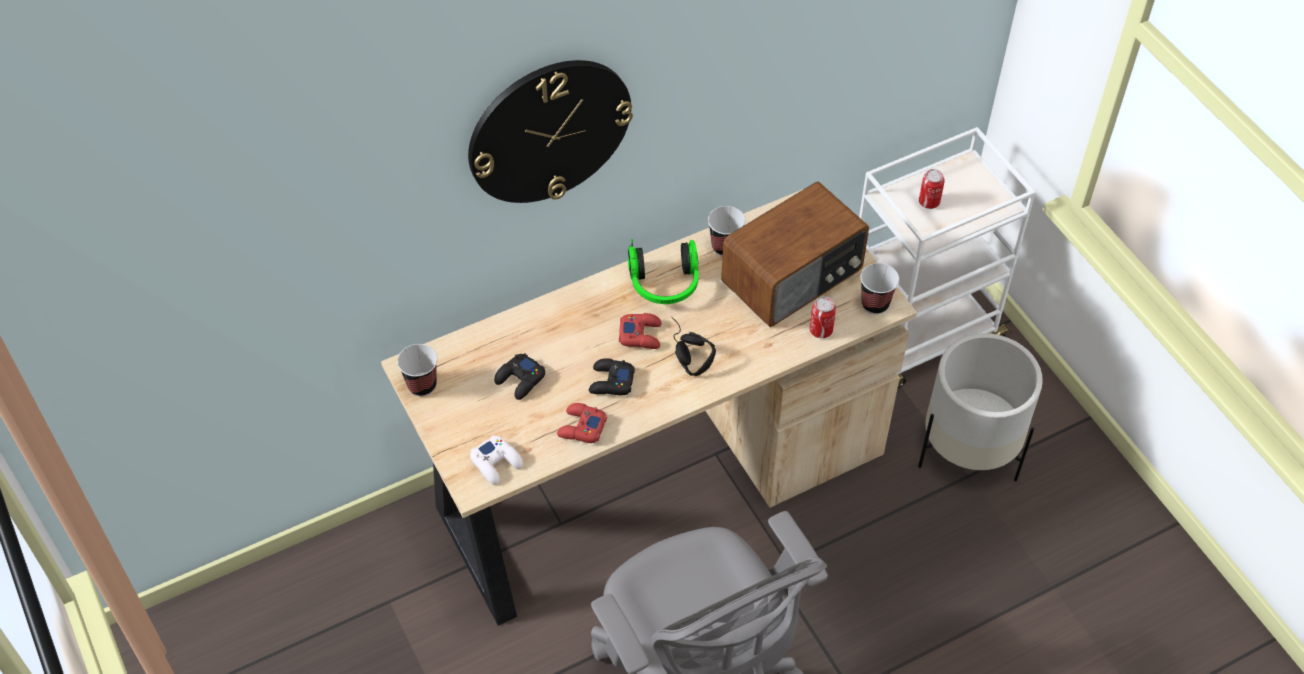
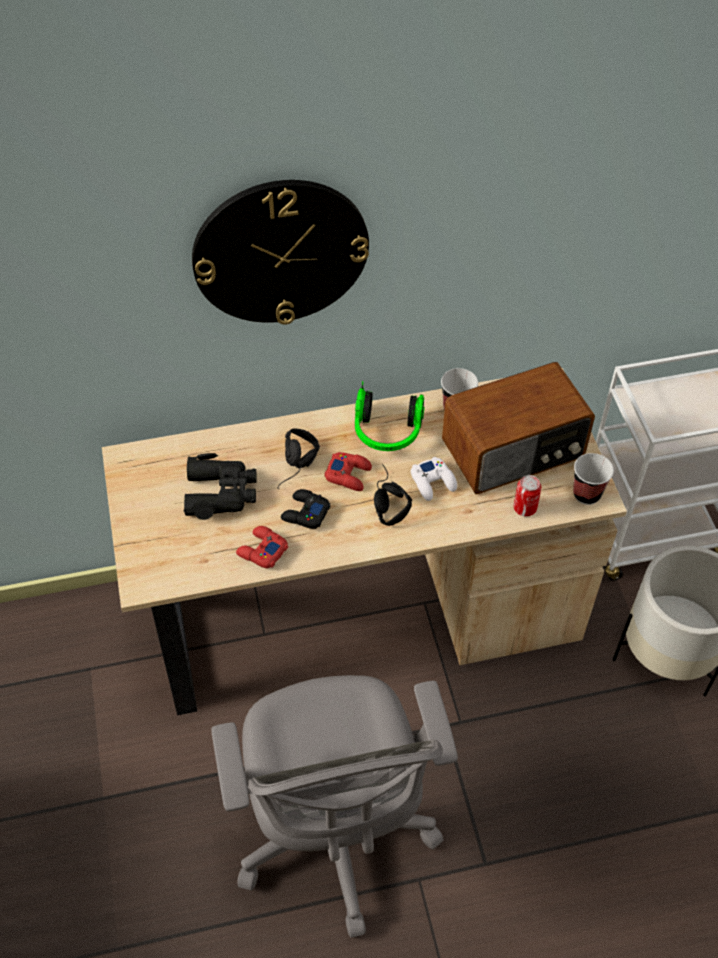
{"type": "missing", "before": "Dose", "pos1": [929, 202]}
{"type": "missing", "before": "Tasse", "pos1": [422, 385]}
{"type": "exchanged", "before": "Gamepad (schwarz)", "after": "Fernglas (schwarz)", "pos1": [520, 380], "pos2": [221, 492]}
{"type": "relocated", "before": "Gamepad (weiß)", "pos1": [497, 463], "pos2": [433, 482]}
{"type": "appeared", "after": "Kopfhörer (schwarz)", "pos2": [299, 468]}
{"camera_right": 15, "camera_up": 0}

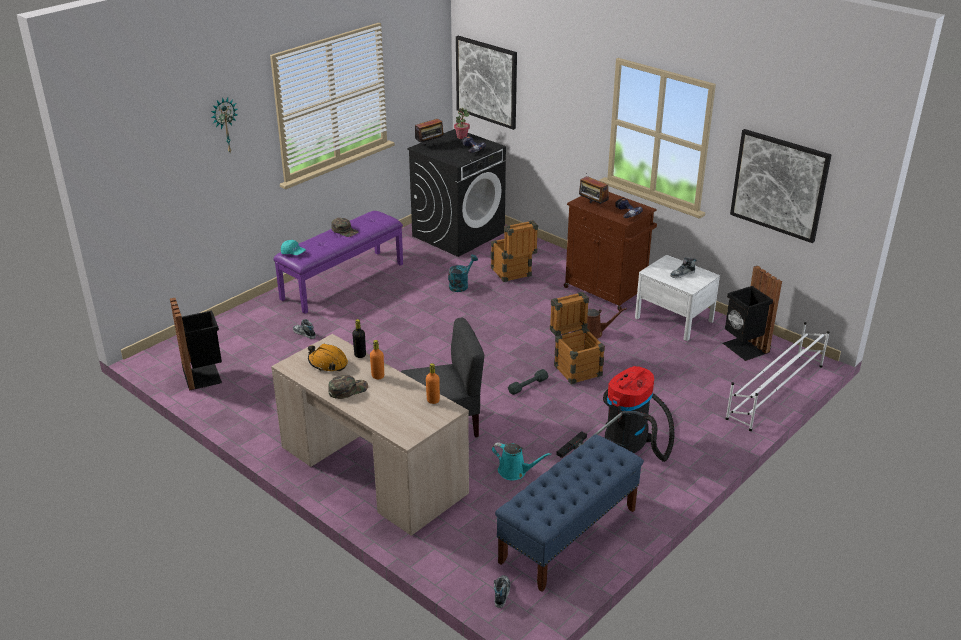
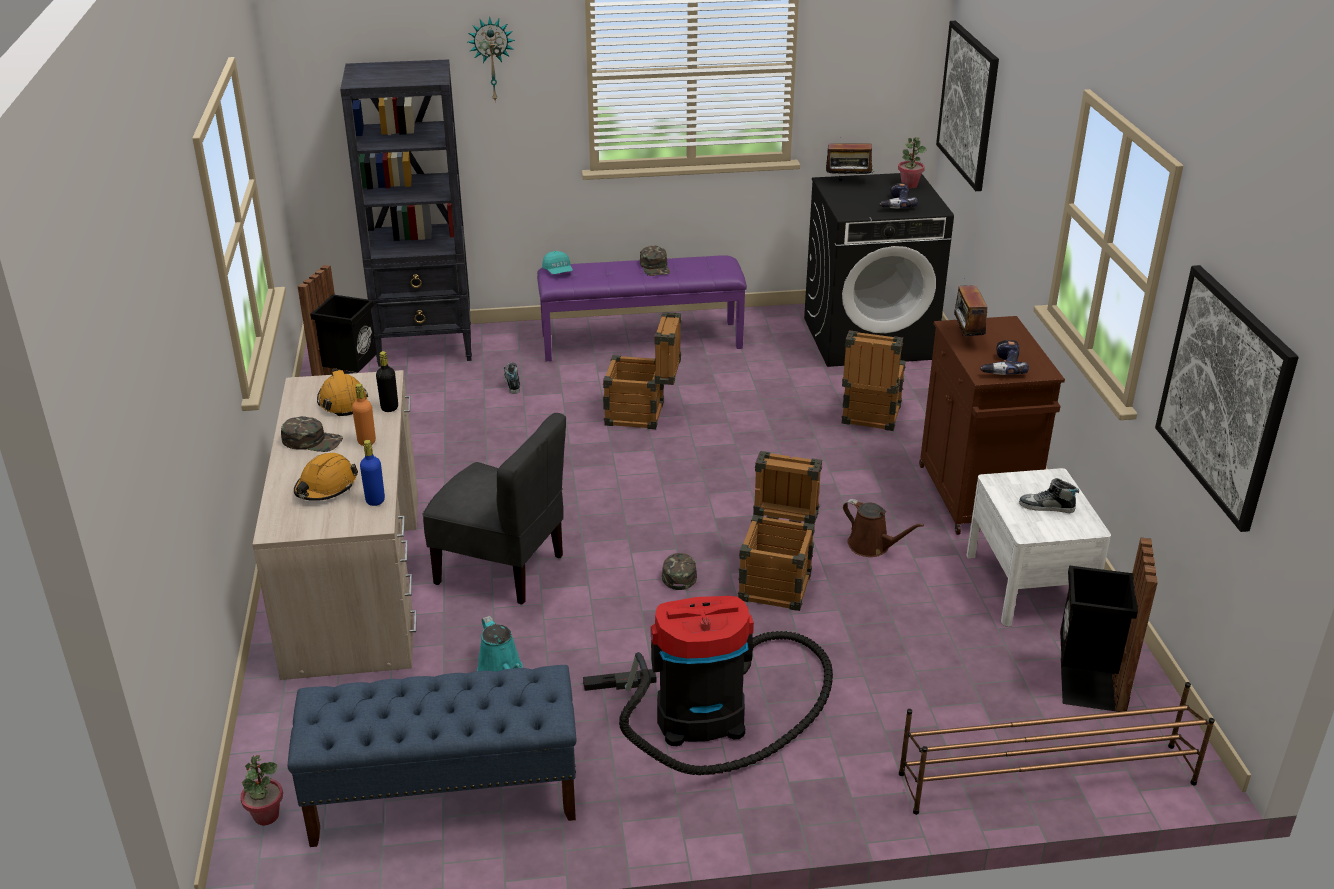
{"type": "missing", "before": "Gießkanne (türkis)", "pos1": [461, 285]}
{"type": "colour", "before": "Schuhregal (weiß)", "after": "Schuhregal (braun)", "pos1": [774, 392], "pos2": [1045, 778]}
{"type": "colour", "before": "Flasche (orange)", "after": "Flasche (blau)", "pos1": [433, 400], "pos2": [375, 500]}
{"type": "exchanged", "before": "Hantel (grau)", "after": "Kappe (grün)", "pos1": [528, 386], "pos2": [678, 573]}
{"type": "exchanged", "before": "Schuh", "after": "Topfpflanze", "pos1": [501, 593], "pos2": [266, 816]}
{"type": "appeared", "after": "Bücherregal (schwarz)", "pos2": [426, 346]}
{"type": "appeared", "after": "Kiste", "pos2": [643, 415]}
{"type": "appeared", "after": "Schutzhelm (orange)", "pos2": [326, 487]}
{"camera_right": 40, "camera_up": 0}

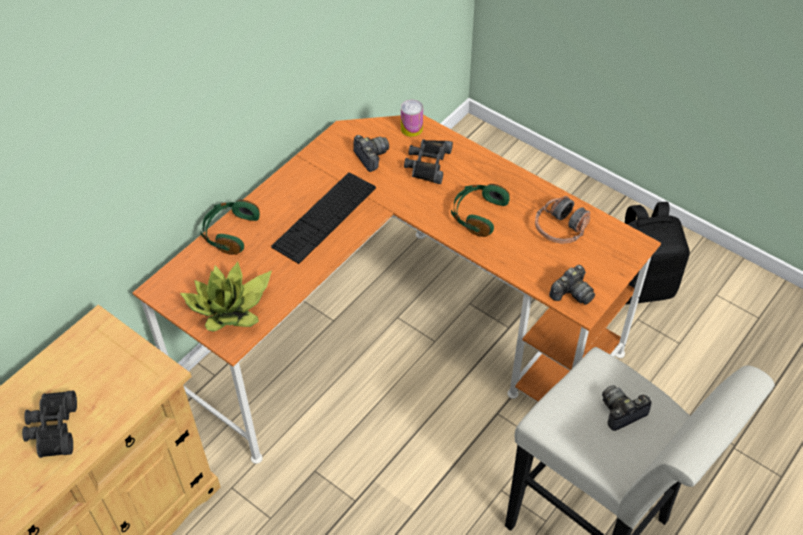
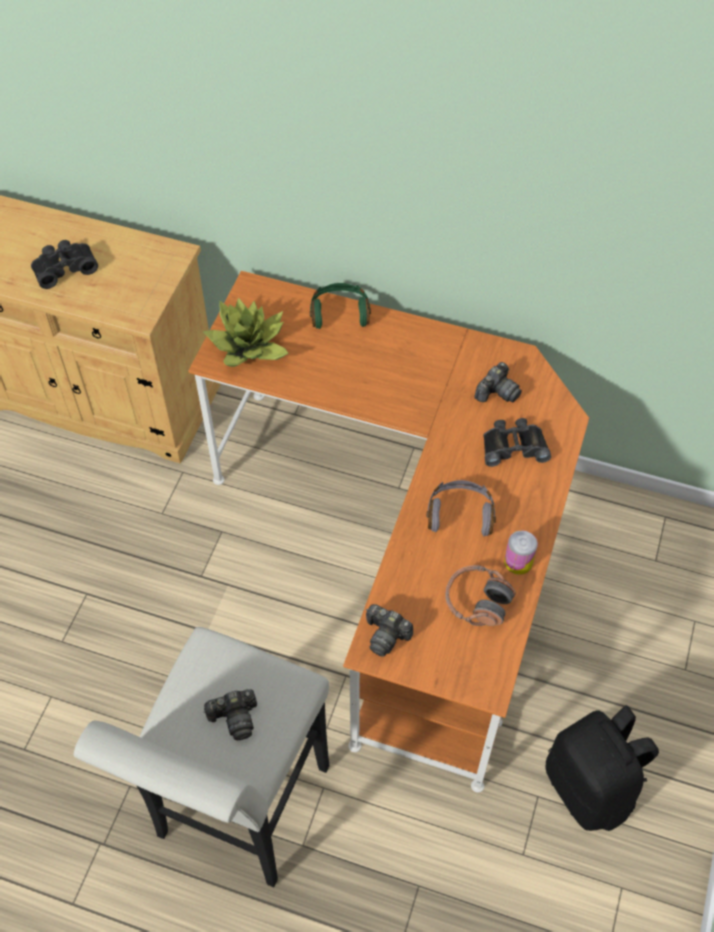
{"type": "relocated", "before": "Dose", "pos1": [411, 129], "pos2": [518, 562]}
{"type": "missing", "before": "Tastatur", "pos1": [324, 217]}
{"type": "colour", "before": "Kopfhörer (grün)", "after": "Kopfhörer (grau)", "pos1": [477, 214], "pos2": [460, 514]}
{"type": "spun", "before": "Kamera", "pos1": [622, 412], "pos2": [234, 718], "turn": 120}
{"camera_right": 70, "camera_up": 5}

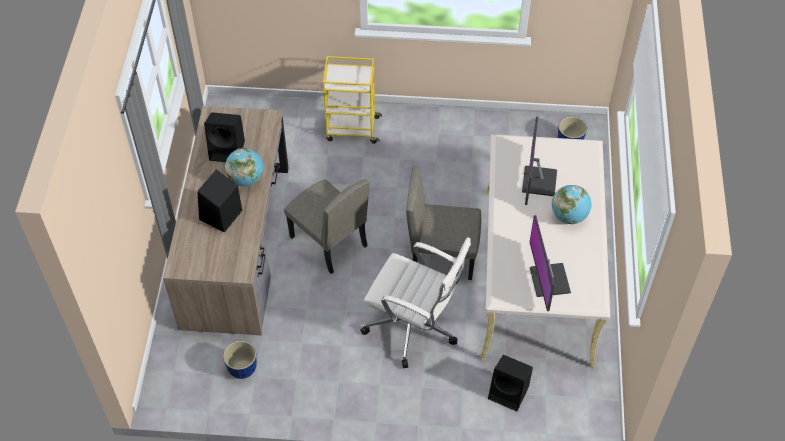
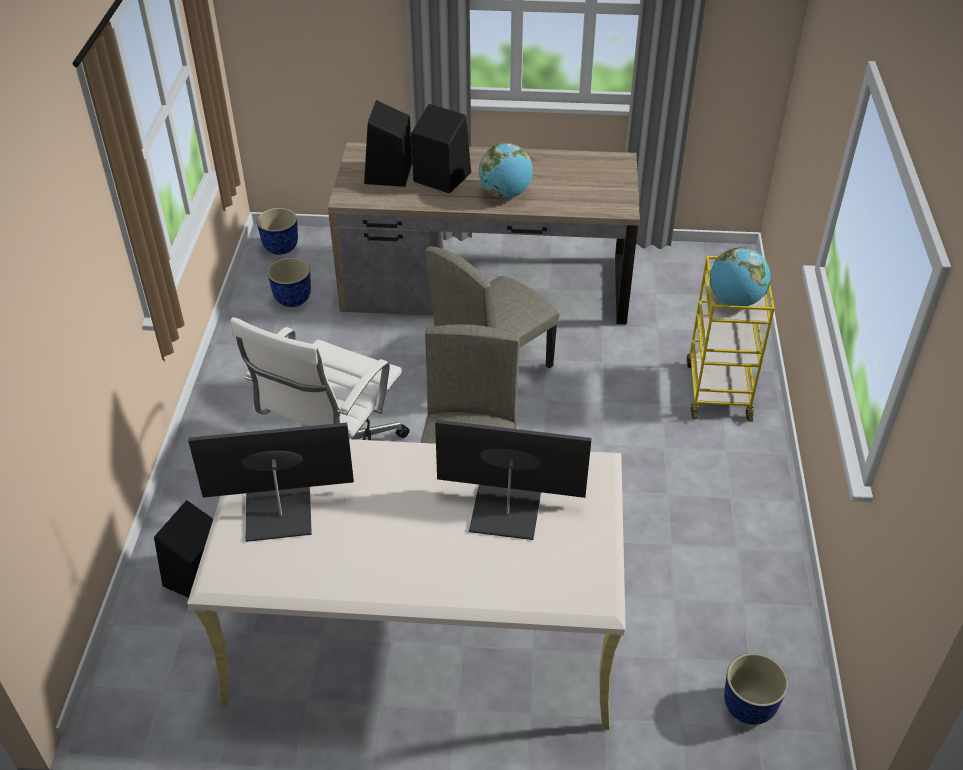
{"type": "relocated", "before": "Lautsprecher (schwarz)", "pos1": [228, 150], "pos2": [388, 174]}
{"type": "relocated", "before": "Globus", "pos1": [569, 216], "pos2": [735, 301]}
{"type": "appeared", "after": "Pflanzkübel", "pos2": [281, 247]}
{"camera_right": 90, "camera_up": -10}

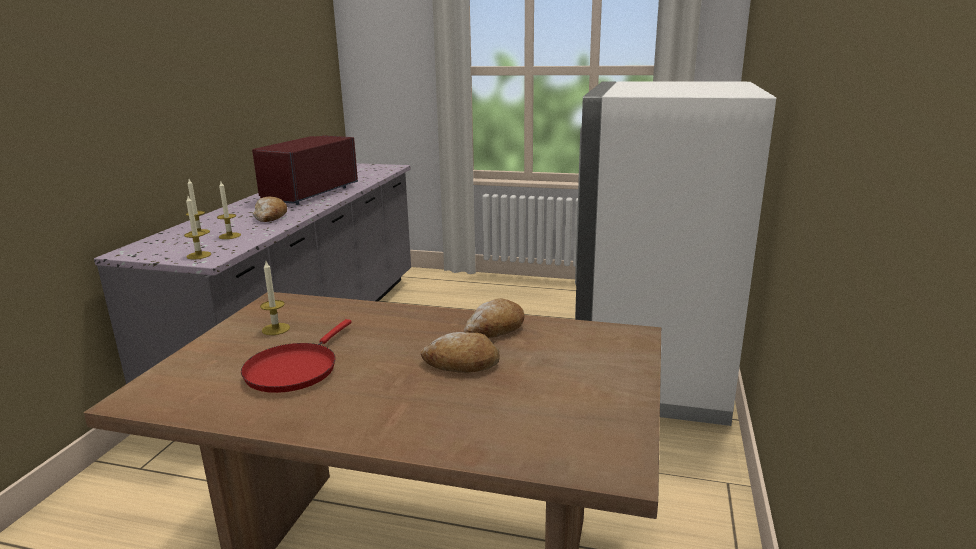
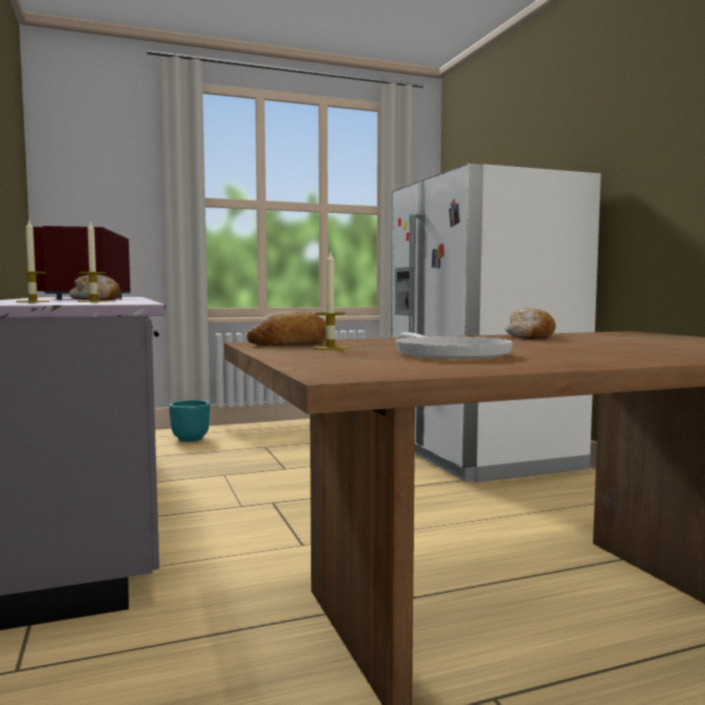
{"type": "missing", "before": "Kerze", "pos1": [199, 255]}
{"type": "colour", "before": "Pfanne (rot)", "after": "Pfanne (weiß)", "pos1": [294, 369], "pos2": [448, 354]}
{"type": "relocated", "before": "Brot", "pos1": [461, 363], "pos2": [291, 343]}
{"type": "appeared", "after": "Pflanzkübel (türkis)", "pos2": [190, 439]}
{"camera_right": -35, "camera_up": -15}

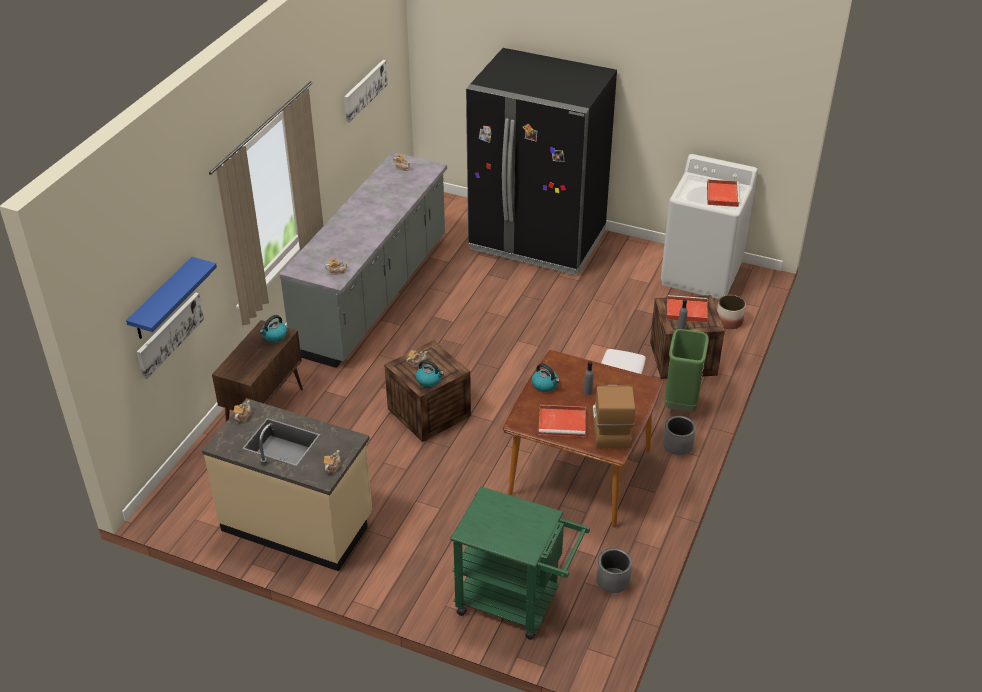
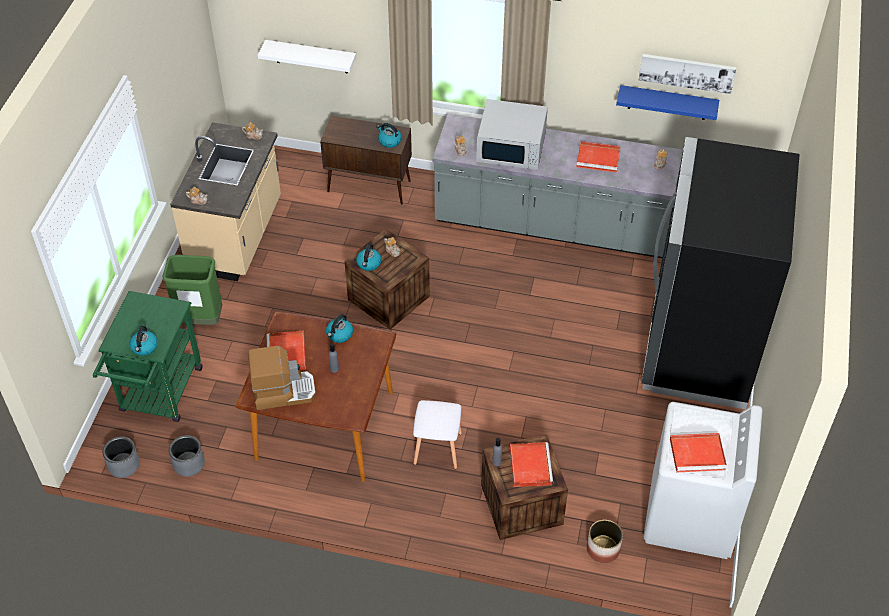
{"type": "relocated", "before": "Wandregal (blau)", "pos1": [162, 300], "pos2": [667, 103]}
{"type": "exchanged", "before": "Bild", "after": "Wandregal (weiß)", "pos1": [169, 334], "pos2": [311, 57]}
{"type": "relocated", "before": "Mülleimer (grün)", "pos1": [681, 404], "pos2": [200, 319]}
{"type": "relocated", "before": "Pflanzkübel (grau)", "pos1": [677, 445], "pos2": [123, 465]}
{"type": "appeared", "after": "Mikrowelle (weiß)", "pos2": [512, 148]}
{"type": "appeared", "after": "Tablett (rot)", "pos2": [599, 158]}
{"type": "appeared", "after": "Wasserkessel", "pos2": [144, 347]}
{"camera_right": 80, "camera_up": 10}

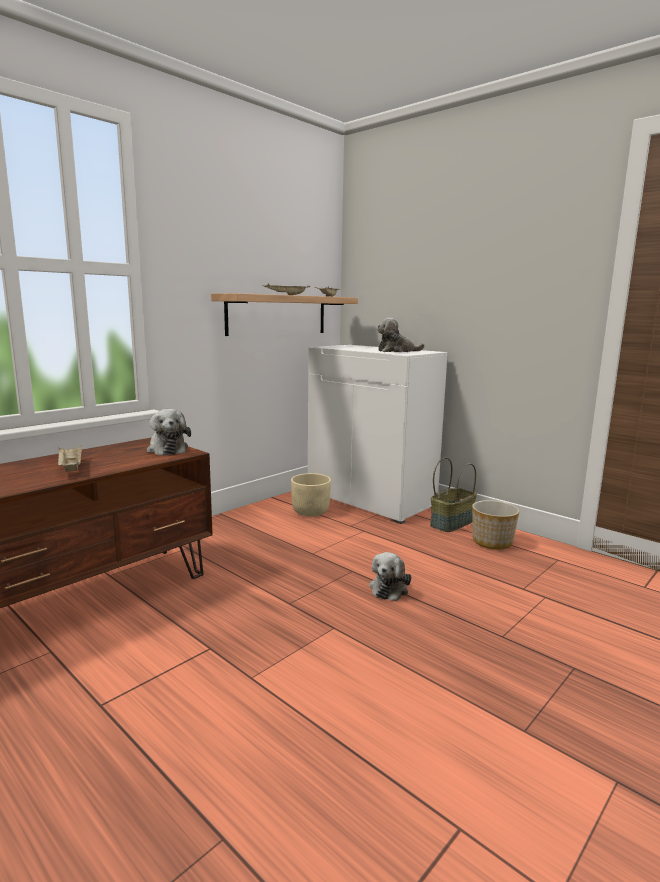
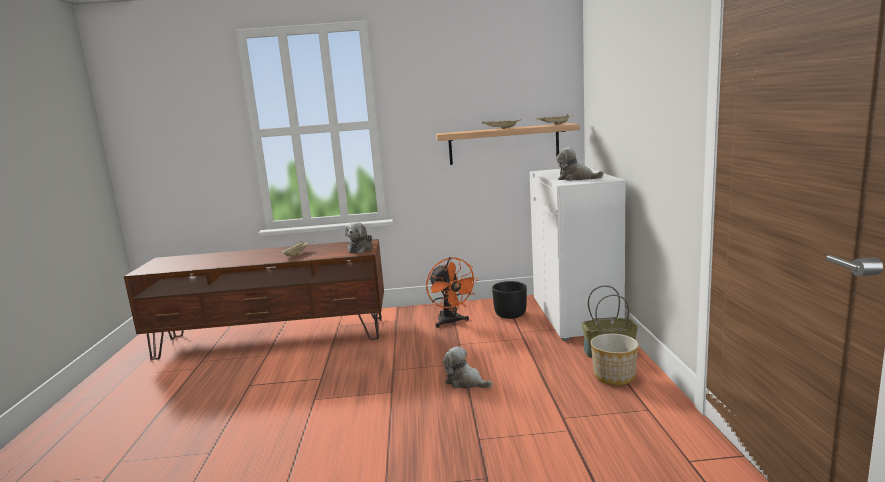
{"type": "colour", "before": "Pflanzkübel (beige)", "after": "Pflanzkübel (schwarz)", "pos1": [310, 512], "pos2": [510, 314]}
{"type": "spun", "before": "Plüschtier", "pos1": [389, 588], "pos2": [465, 382], "turn": 60}
{"type": "appeared", "after": "Ventilator (orange)", "pos2": [451, 322]}
{"camera_right": 45, "camera_up": 0}

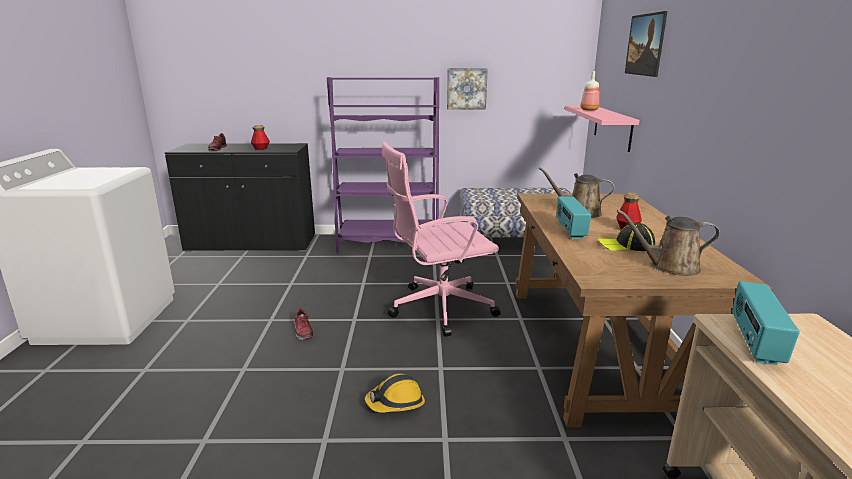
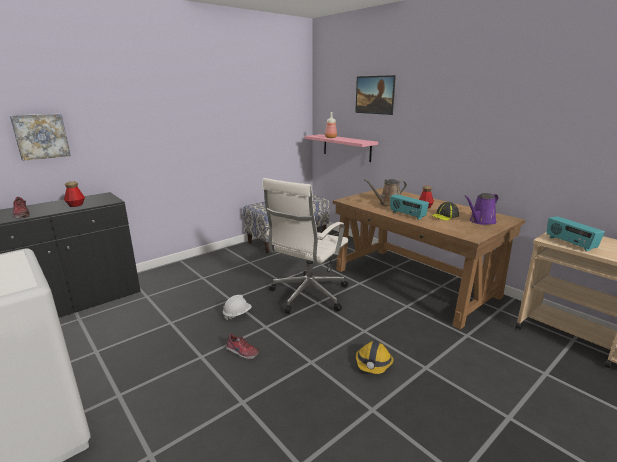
{"type": "relocated", "before": "Bild", "pos1": [466, 88], "pos2": [41, 136]}
{"type": "missing", "before": "Bücherregal (lila)", "pos1": [387, 244]}
{"type": "colour", "before": "Bürostuhl (rosa)", "after": "Bürostuhl (weiß)", "pos1": [438, 308], "pos2": [307, 295]}
{"type": "colour", "before": "Gießkanne (braun)", "after": "Gießkanne (lila)", "pos1": [669, 267], "pos2": [481, 221]}
{"type": "appeared", "after": "Schutzhelm (weiß)", "pos2": [237, 314]}
{"camera_right": -40, "camera_up": 0}

